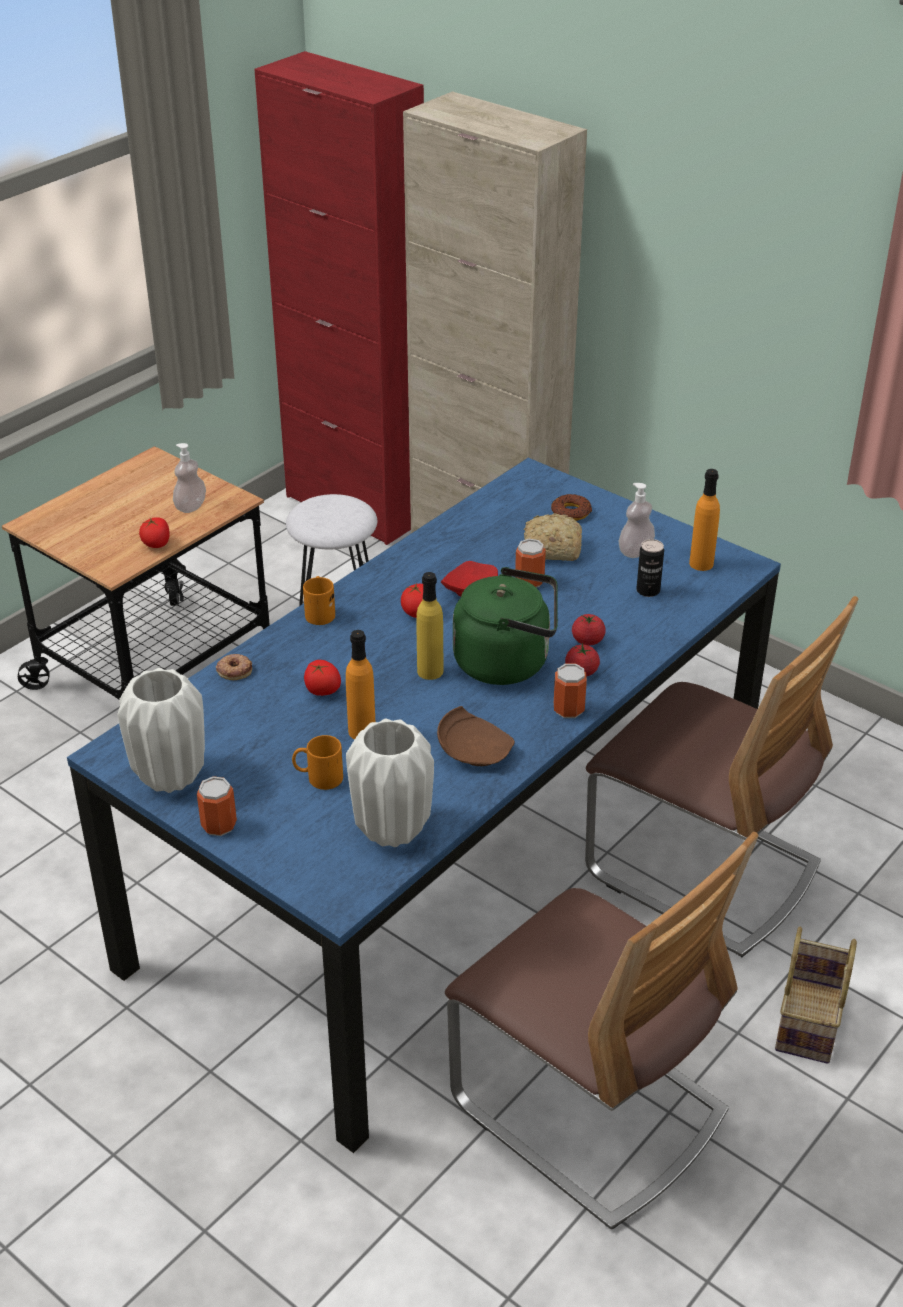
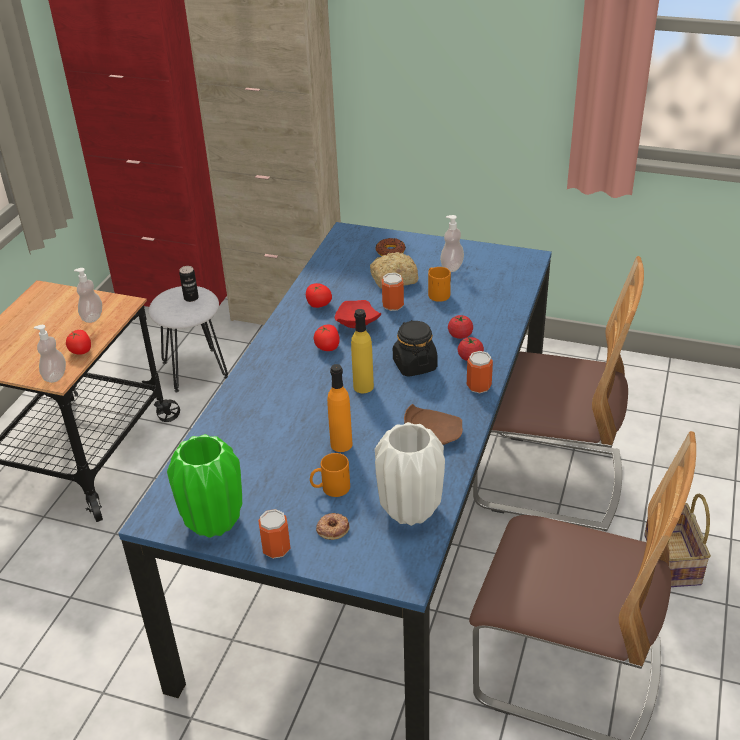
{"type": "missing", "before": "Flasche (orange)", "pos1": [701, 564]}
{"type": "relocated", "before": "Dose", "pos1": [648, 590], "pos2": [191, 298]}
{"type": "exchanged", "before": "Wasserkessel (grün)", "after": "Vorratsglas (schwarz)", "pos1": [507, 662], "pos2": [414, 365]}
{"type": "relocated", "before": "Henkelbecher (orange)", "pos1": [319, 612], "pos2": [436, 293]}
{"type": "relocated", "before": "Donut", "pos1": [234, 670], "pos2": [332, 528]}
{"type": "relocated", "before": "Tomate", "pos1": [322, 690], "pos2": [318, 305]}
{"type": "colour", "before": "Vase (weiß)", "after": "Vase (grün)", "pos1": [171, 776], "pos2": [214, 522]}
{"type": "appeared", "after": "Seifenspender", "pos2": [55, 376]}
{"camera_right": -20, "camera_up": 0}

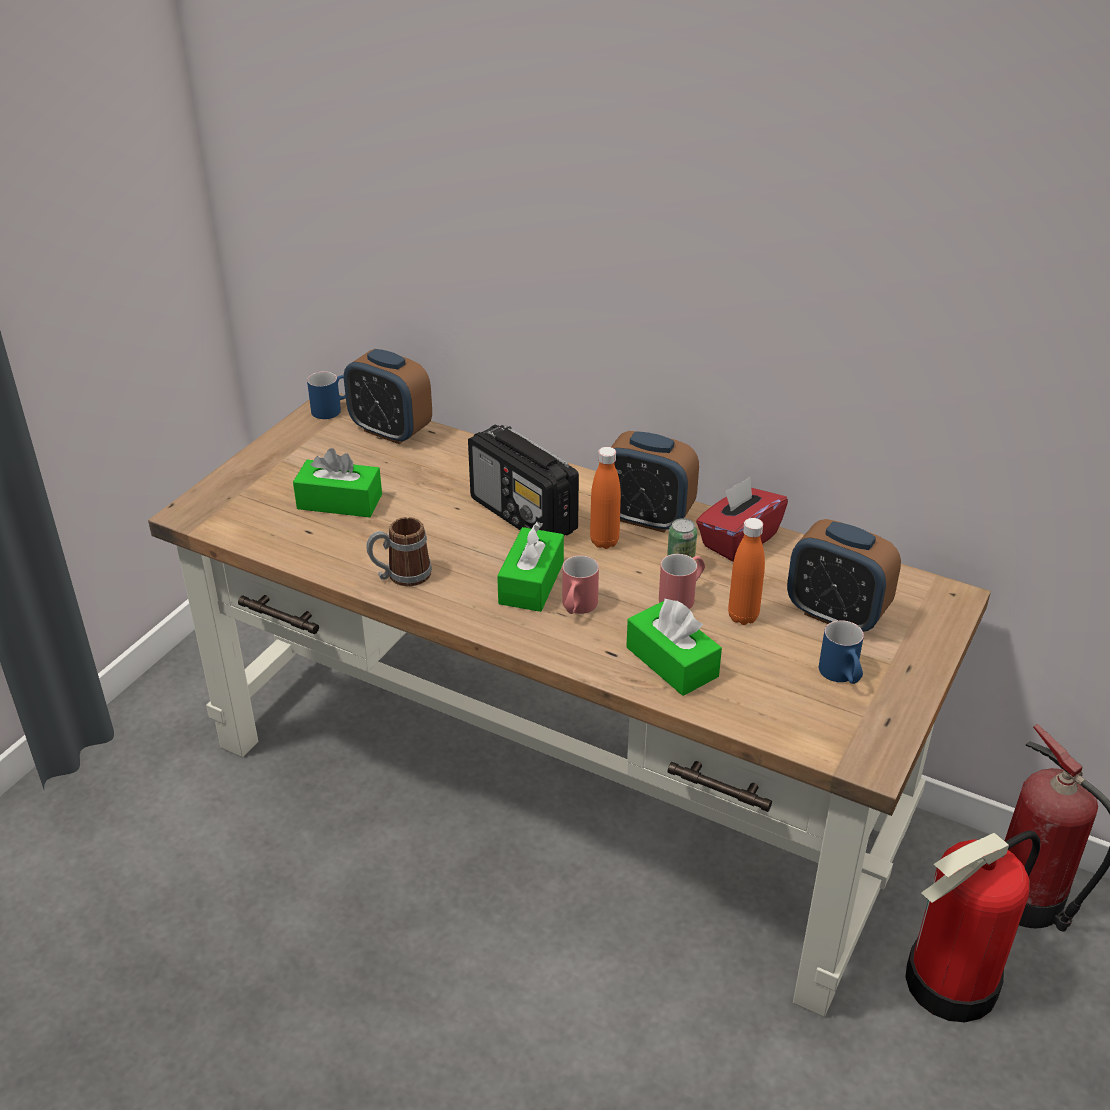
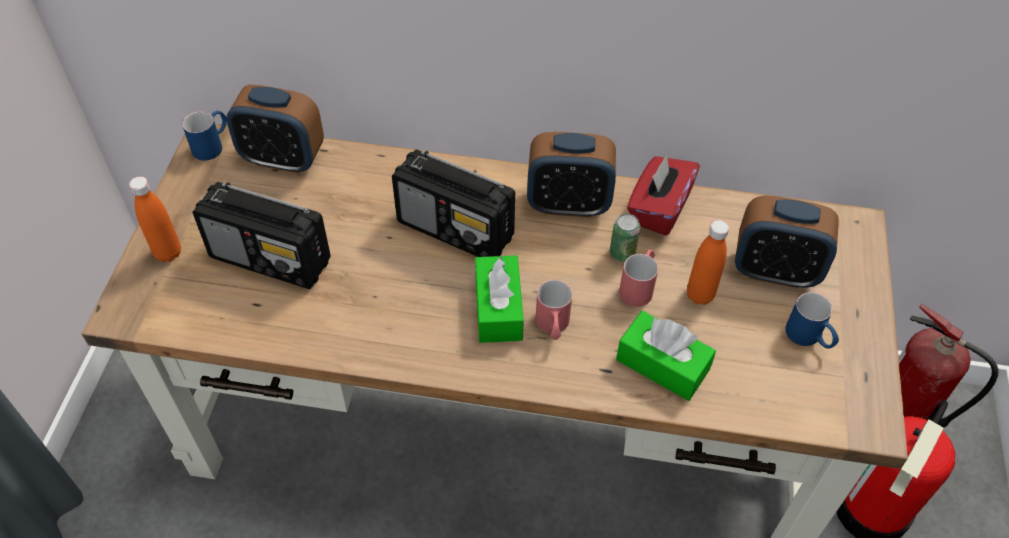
{"type": "relocated", "before": "Flasche (orange)", "pos1": [604, 542], "pos2": [168, 253]}
{"type": "exchanged", "before": "Taschentuchbox (grün)", "after": "Radio", "pos1": [339, 502], "pos2": [271, 259]}
{"type": "missing", "before": "Henkelbecher", "pos1": [401, 576]}
{"camera_right": -20, "camera_up": 15}

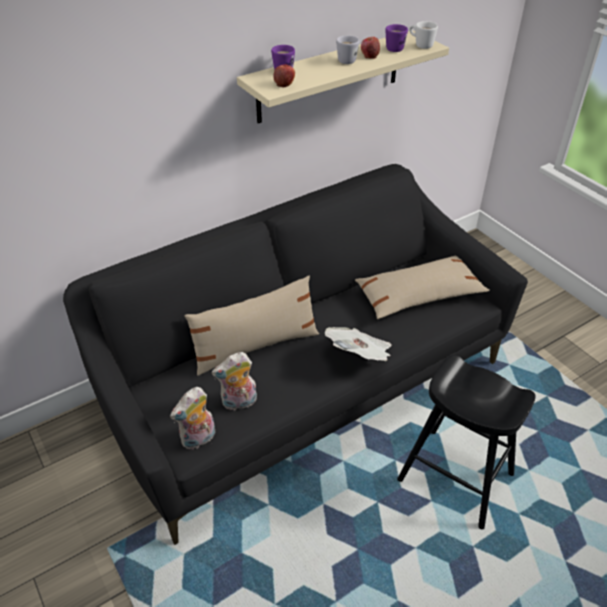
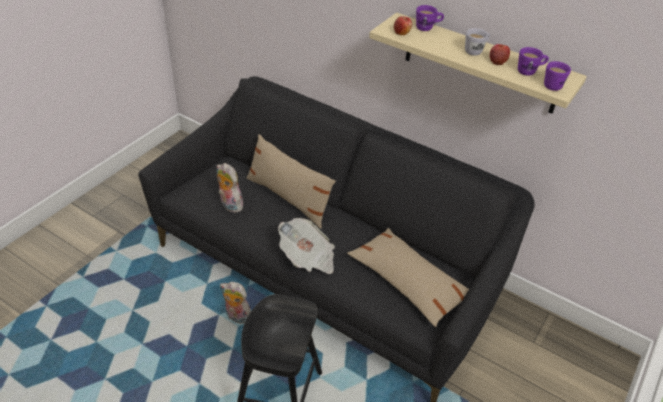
{"type": "colour", "before": "Henkelbecher (weiß)", "after": "Henkelbecher (lila)", "pos1": [420, 45], "pos2": [553, 84]}
{"type": "relocated", "before": "Plüschtier", "pos1": [198, 439], "pos2": [236, 317]}
{"camera_right": 65, "camera_up": 0}

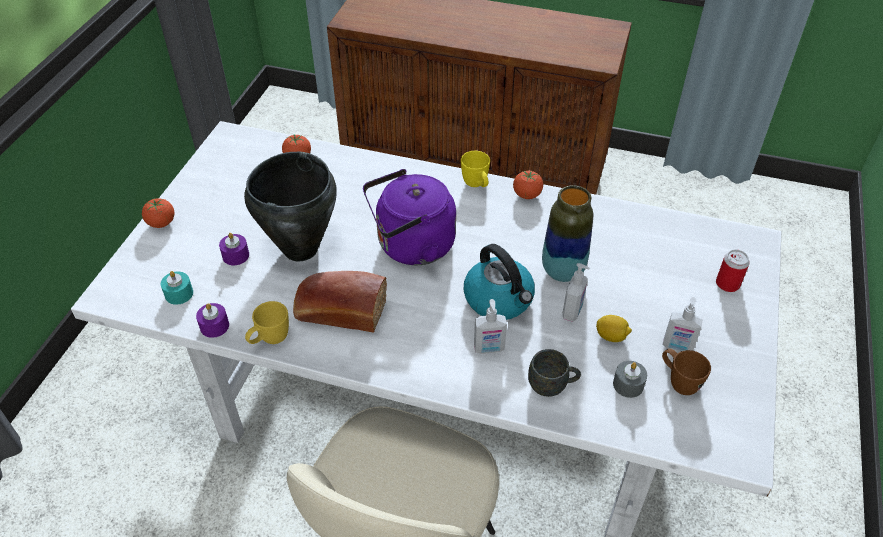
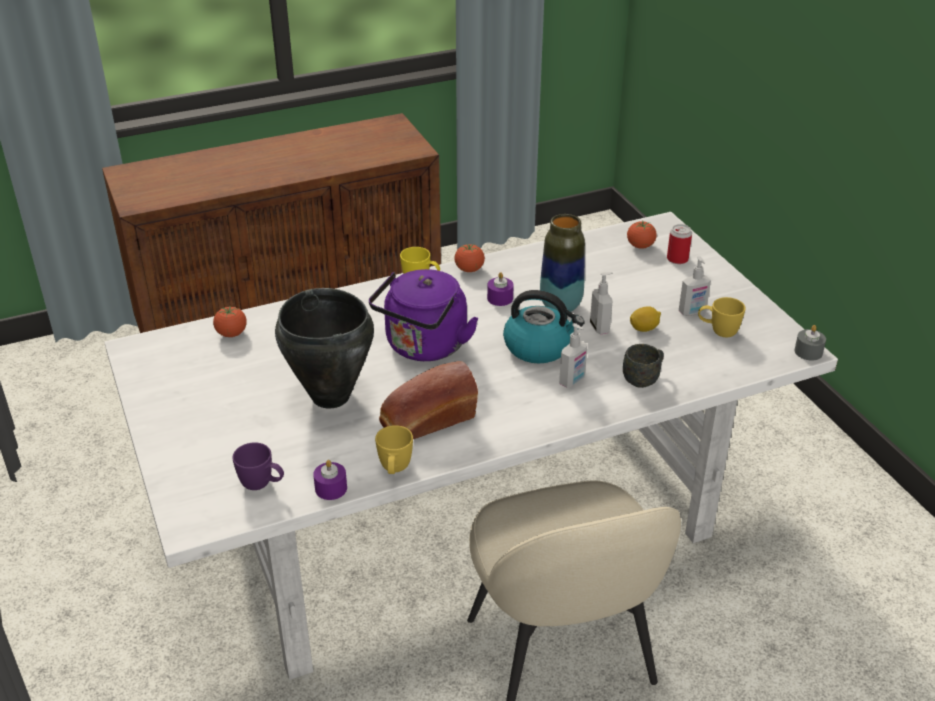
{"type": "relocated", "before": "Tomate", "pos1": [161, 223], "pos2": [640, 246]}
{"type": "relocated", "before": "Kerze (lila)", "pos1": [235, 255], "pos2": [500, 298]}
{"type": "exchanged", "before": "Kerze (türkis)", "after": "Henkelbecher (lila)", "pos1": [179, 294], "pos2": [262, 485]}
{"type": "colour", "before": "Henkelbecher (braun)", "after": "Henkelbecher (gelb)", "pos1": [678, 382], "pos2": [718, 332]}
{"type": "relocated", "before": "Kerze (grau)", "pos1": [628, 385], "pos2": [808, 352]}
{"camera_right": -40, "camera_up": -10}

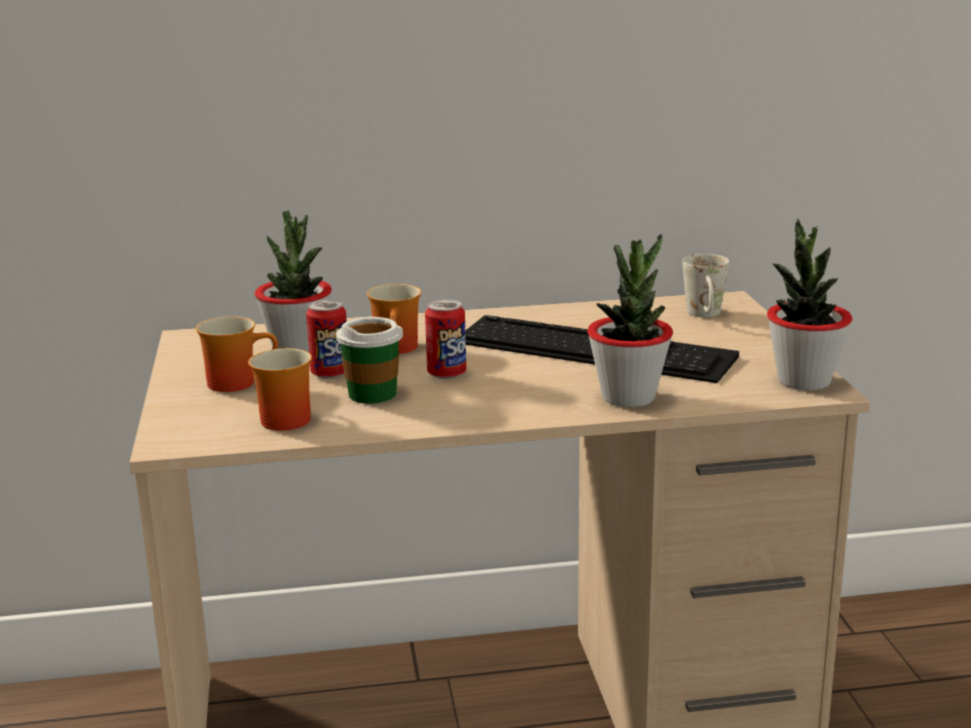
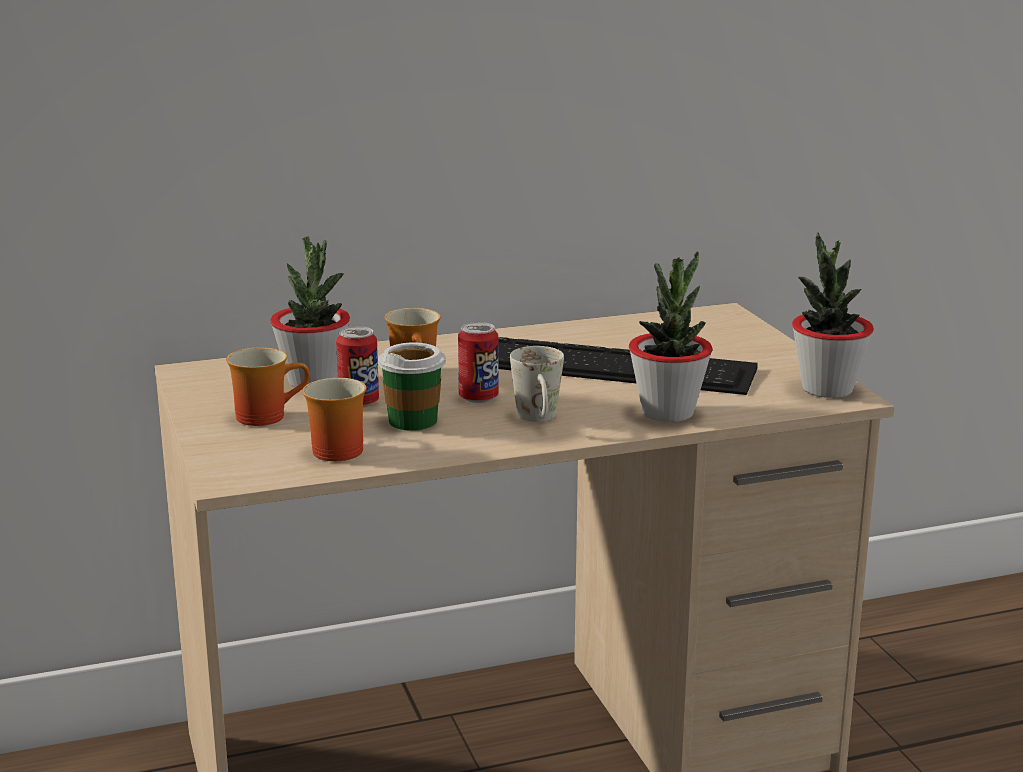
{"type": "relocated", "before": "Henkelbecher (weiß)", "pos1": [705, 316], "pos2": [539, 420]}
{"camera_right": -10, "camera_up": 0}

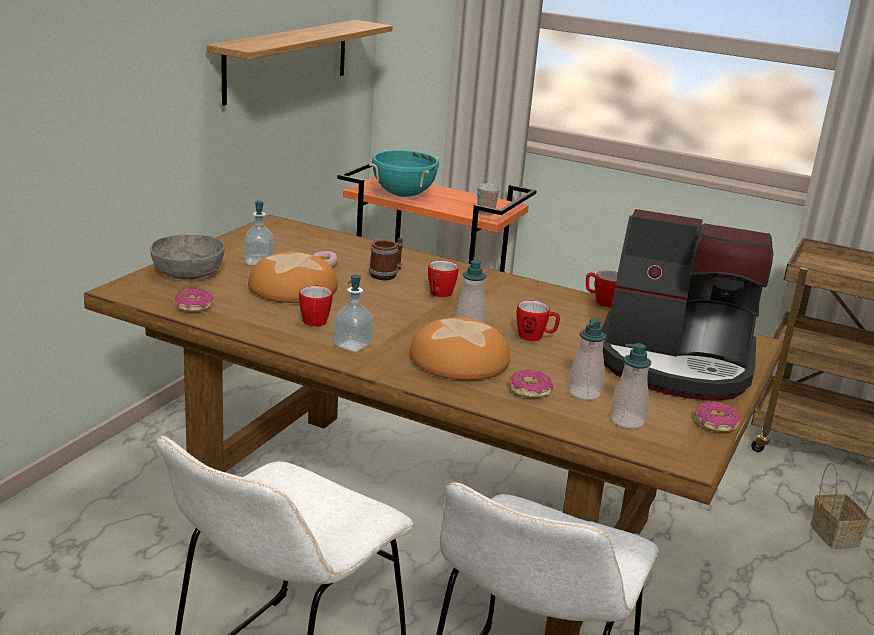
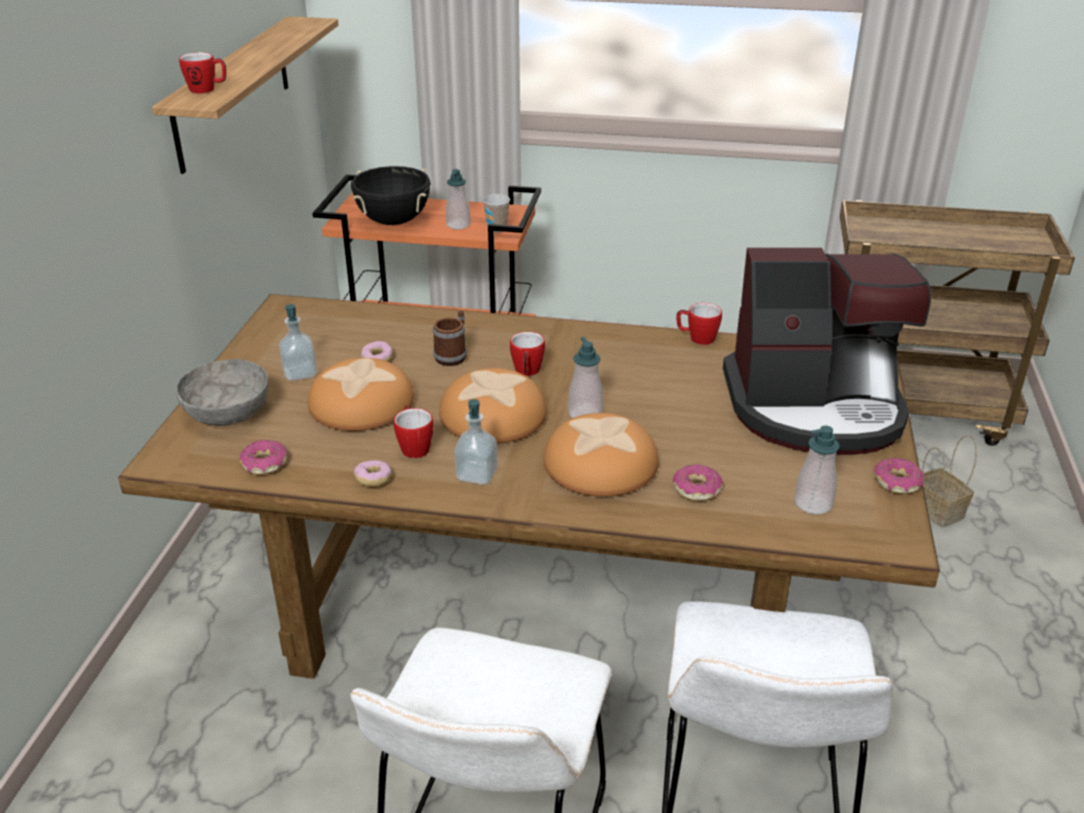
{"type": "colour", "before": "Kochtopf (türkis)", "after": "Kochtopf (schwarz)", "pos1": [403, 195], "pos2": [393, 221]}
{"type": "relocated", "before": "Henkelbecher", "pos1": [535, 337], "pos2": [207, 90]}
{"type": "relocated", "before": "Seifenspender", "pos1": [584, 393], "pos2": [458, 225]}
{"type": "appeared", "after": "Brot", "pos2": [491, 415]}
{"type": "appeared", "after": "Donut", "pos2": [373, 480]}
{"camera_right": -15, "camera_up": 10}

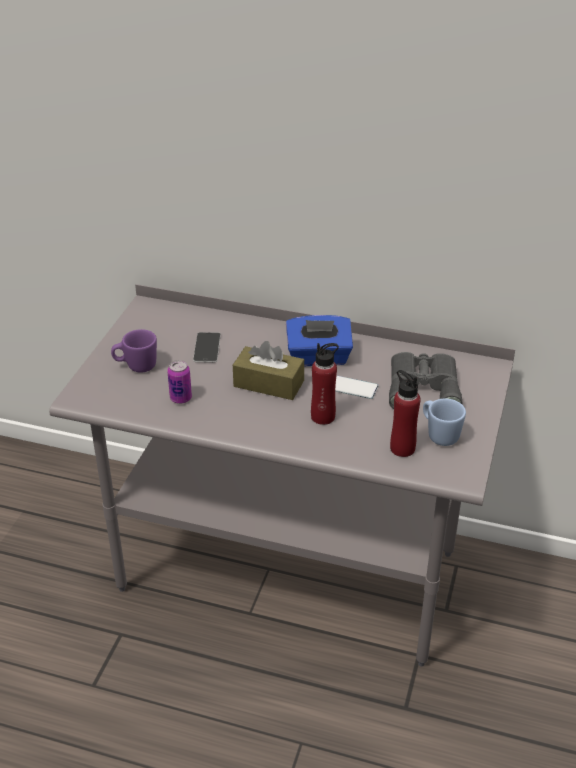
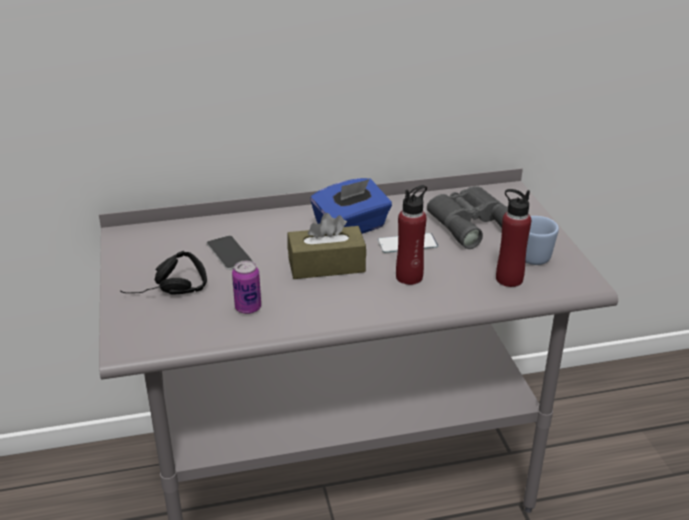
{"type": "exchanged", "before": "Henkelbecher (lila)", "after": "Kopfhörer (schwarz)", "pos1": [136, 366], "pos2": [167, 294]}
{"camera_right": -30, "camera_up": -5}

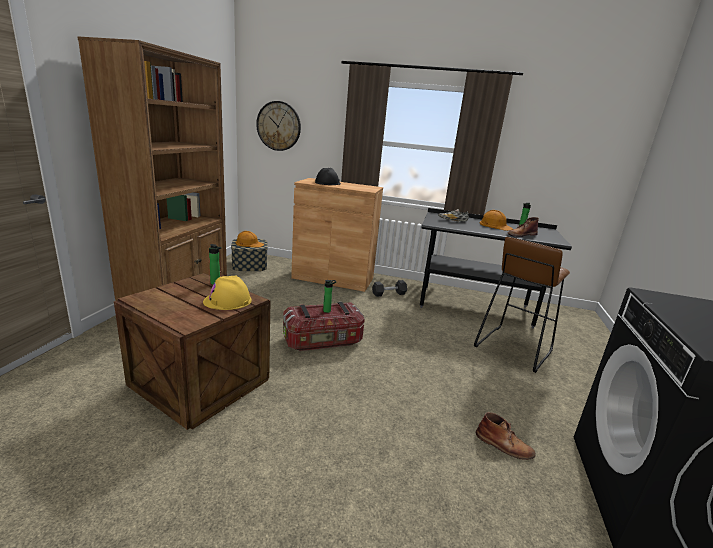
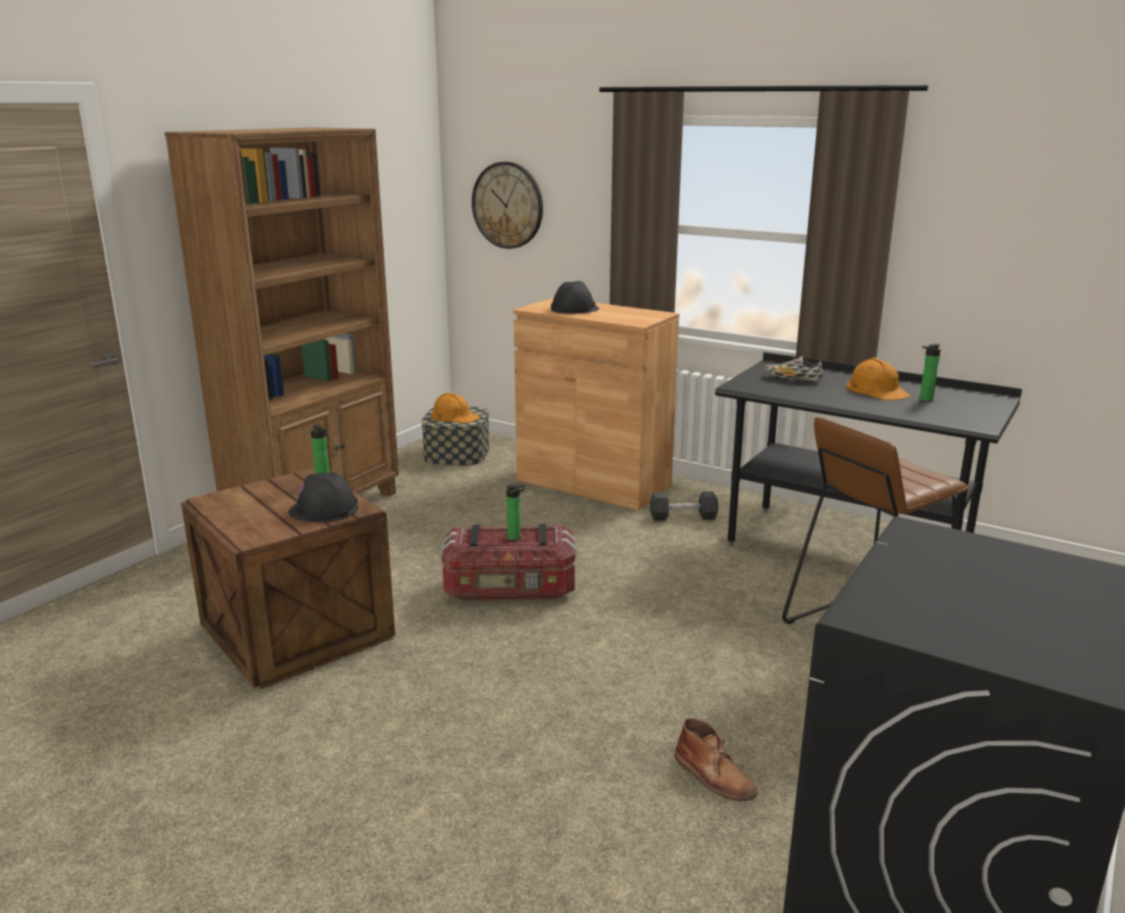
{"type": "missing", "before": "Stiefel (braun)", "pos1": [521, 234]}
{"type": "colour", "before": "Schutzhelm (gelb)", "after": "Schutzhelm (schwarz)", "pos1": [227, 301], "pos2": [324, 510]}
{"camera_right": 20, "camera_up": 0}

